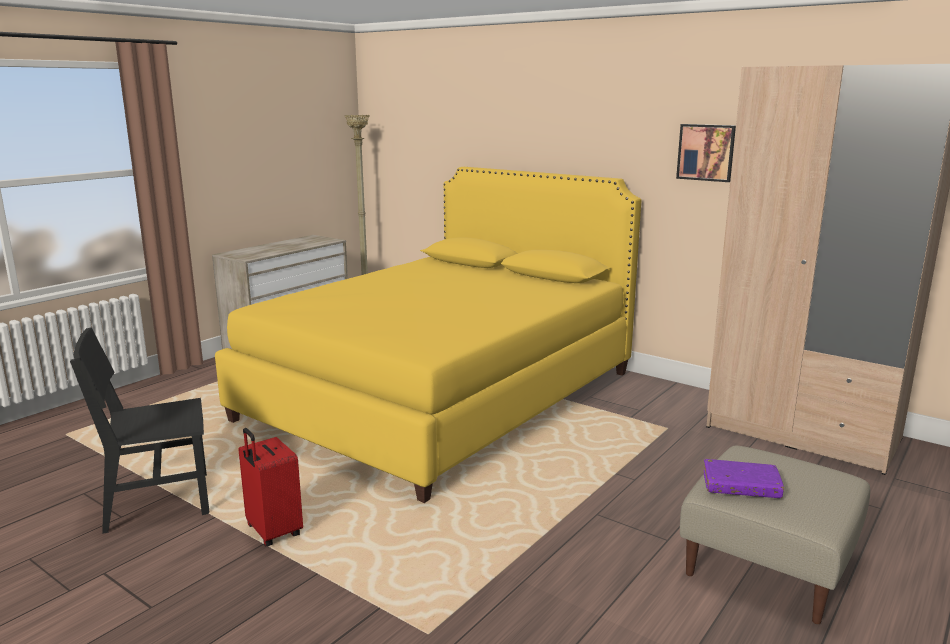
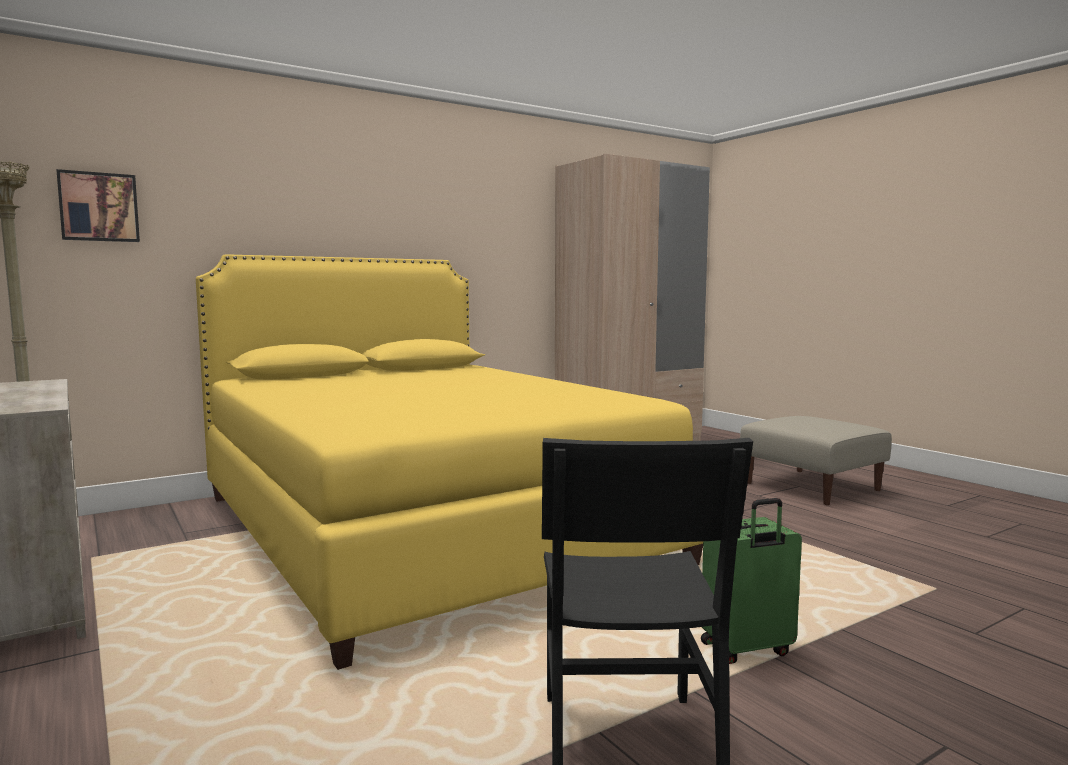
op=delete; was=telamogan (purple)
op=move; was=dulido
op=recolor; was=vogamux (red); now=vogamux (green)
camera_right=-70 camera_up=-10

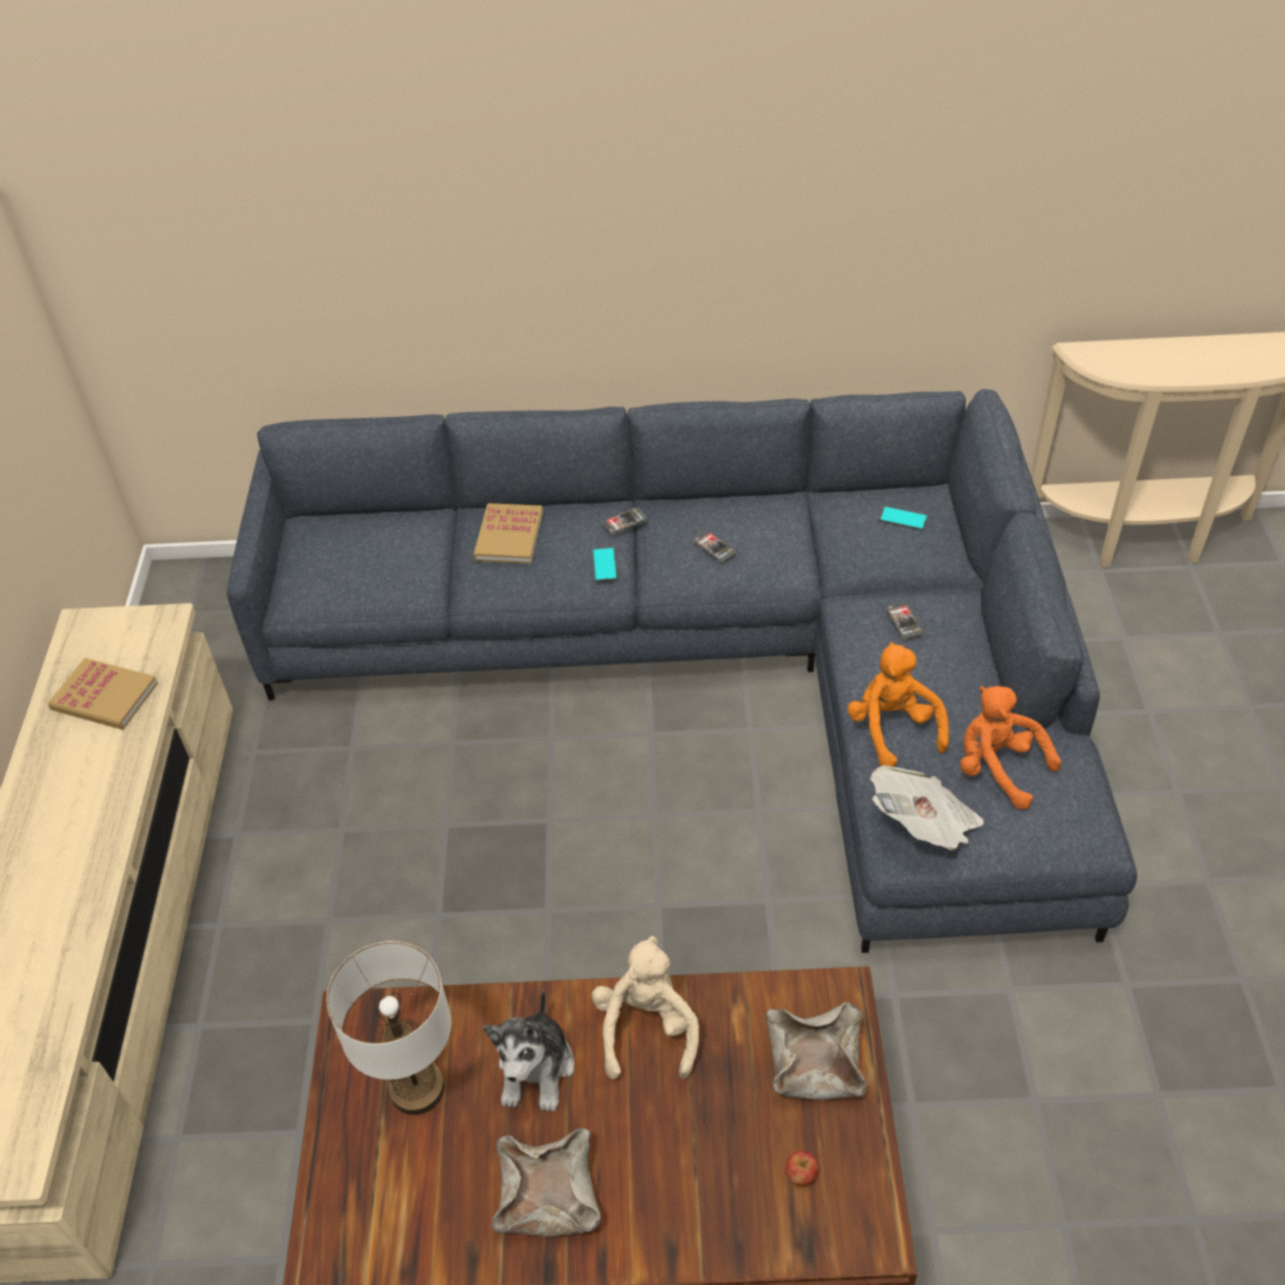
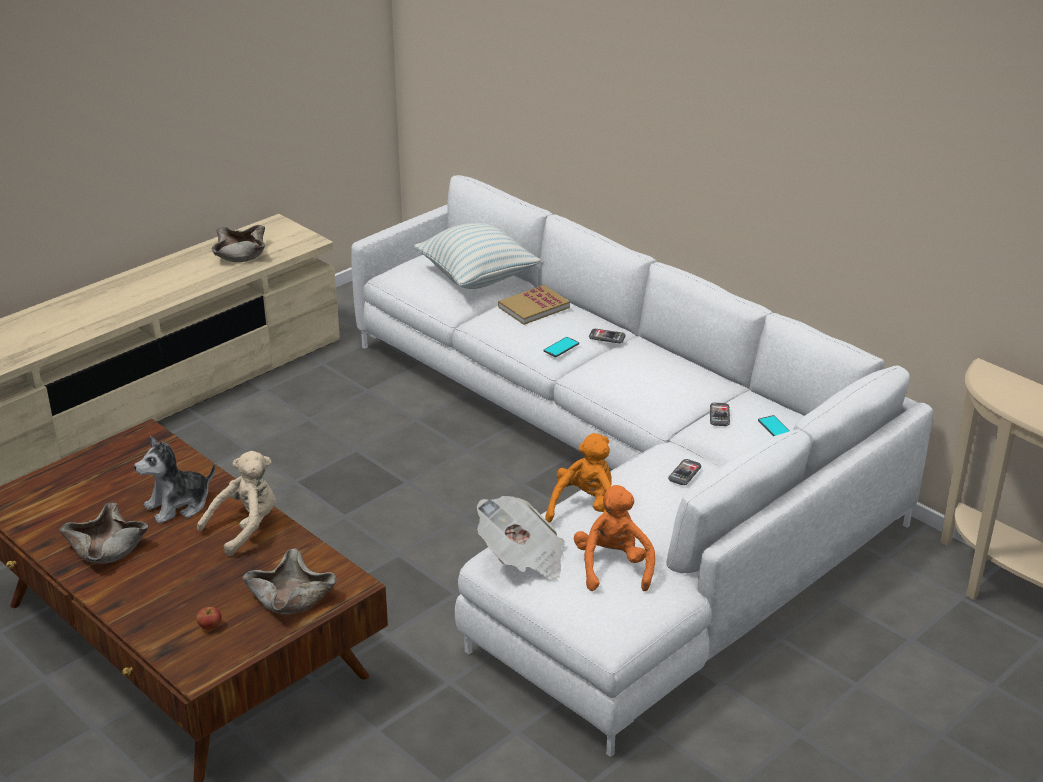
op=delete; was=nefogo
op=insert; now=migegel
op=move; was=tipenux (3rd from left in the first image); now=tipenux (4th from left)
op=replace; was=telamogan (1st from left); now=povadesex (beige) (2nd from left)
op=recolor; was=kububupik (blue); now=kububupik (white)
camera_right=45 camera_up=-15

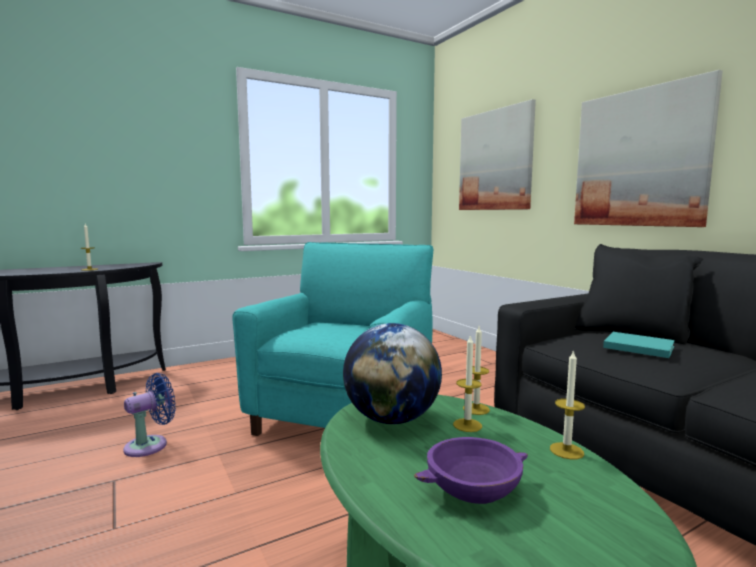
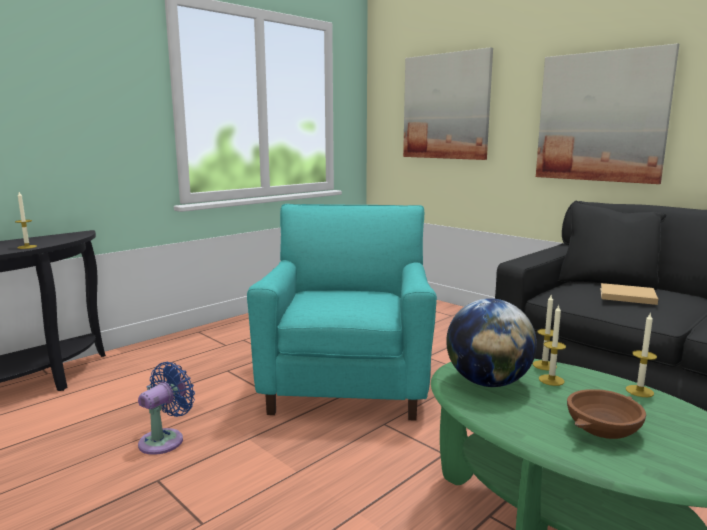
op=recolor; was=povadesex (purple); now=povadesex (brown)
op=recolor; was=telamogan (turquoise); now=telamogan (beige)
camera_right=-15 camera_up=5

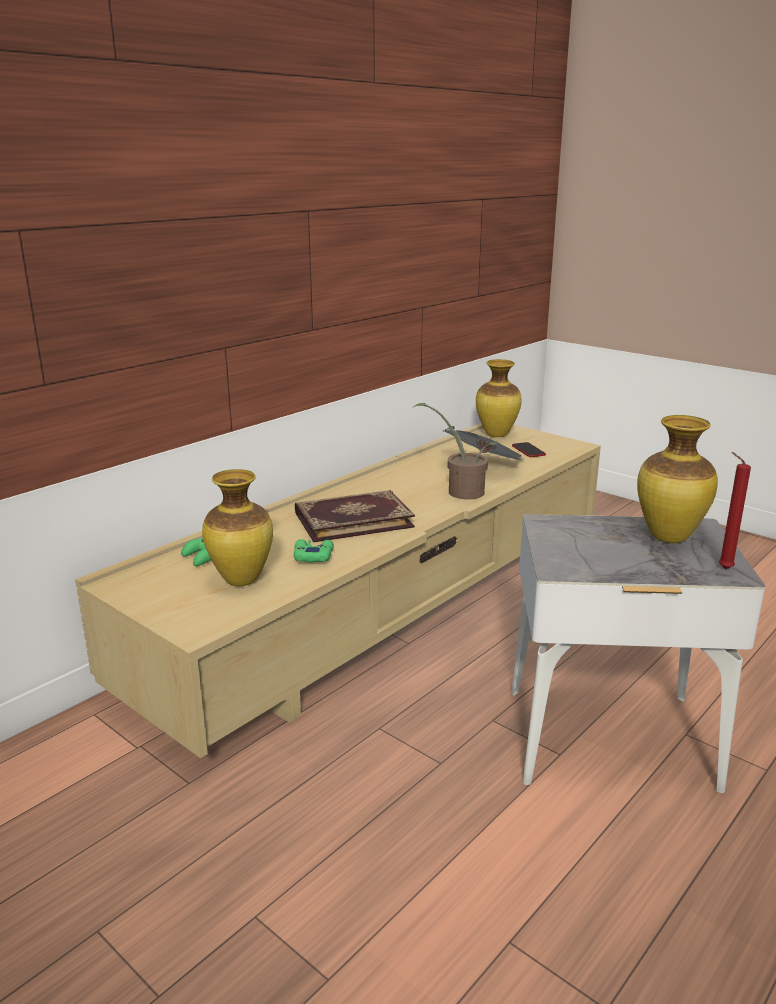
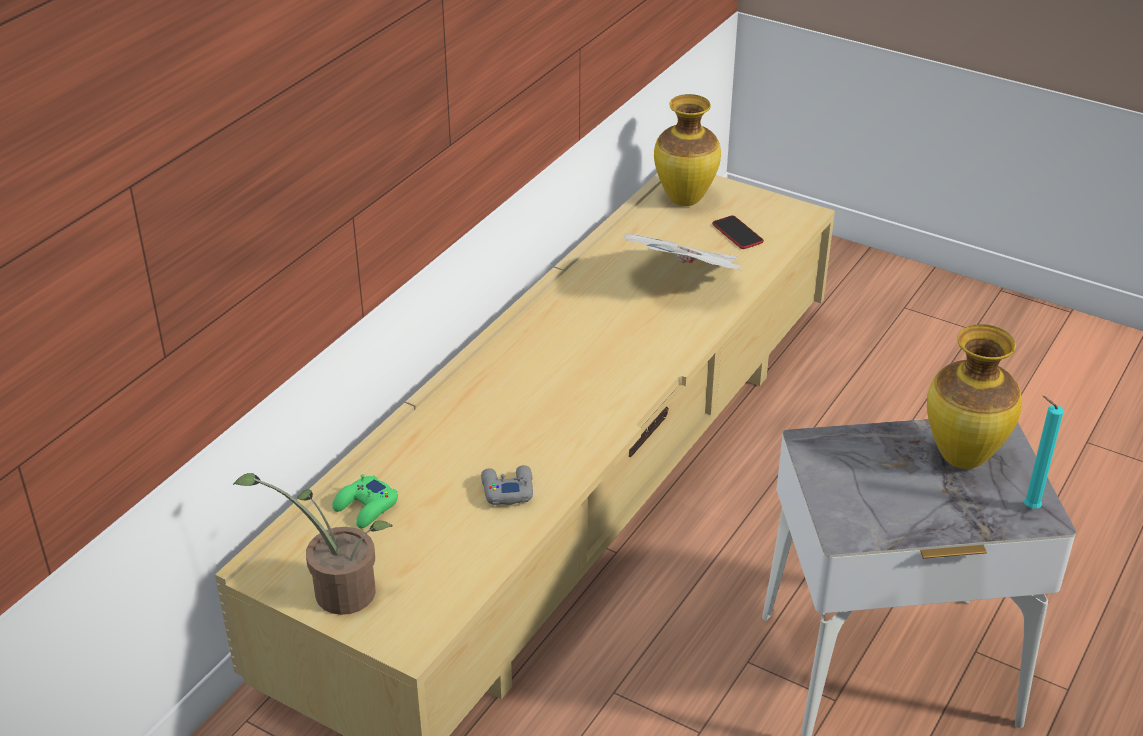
op=delete; was=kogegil (1st from left)
op=delete; was=telamogan
op=move; was=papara
op=recolor; was=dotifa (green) (2nd from left); now=dotifa (grey)
op=recolor; was=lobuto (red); now=lobuto (turquoise)
camera_right=-10 camera_up=15

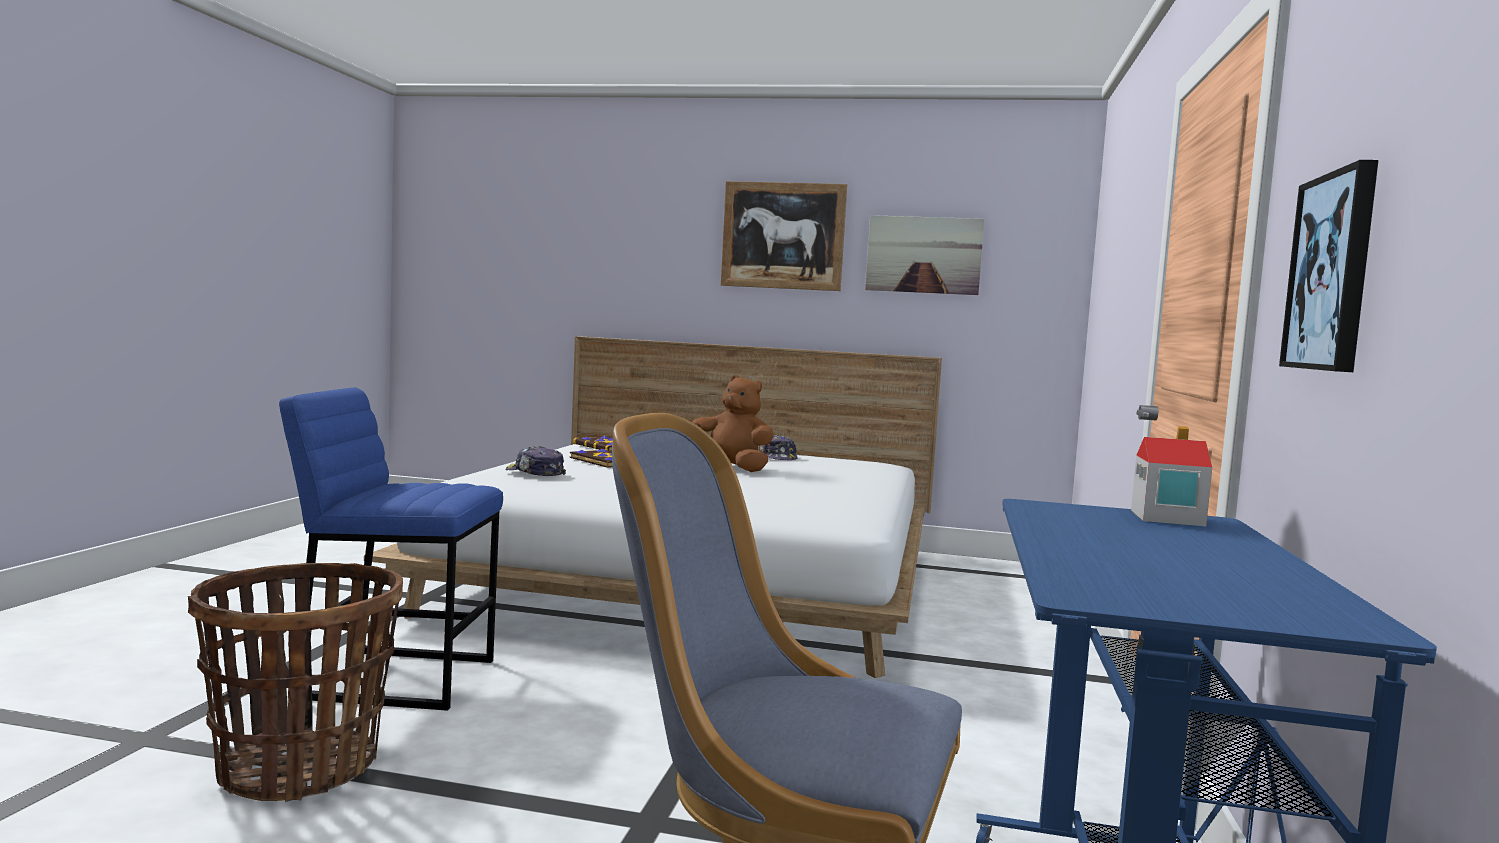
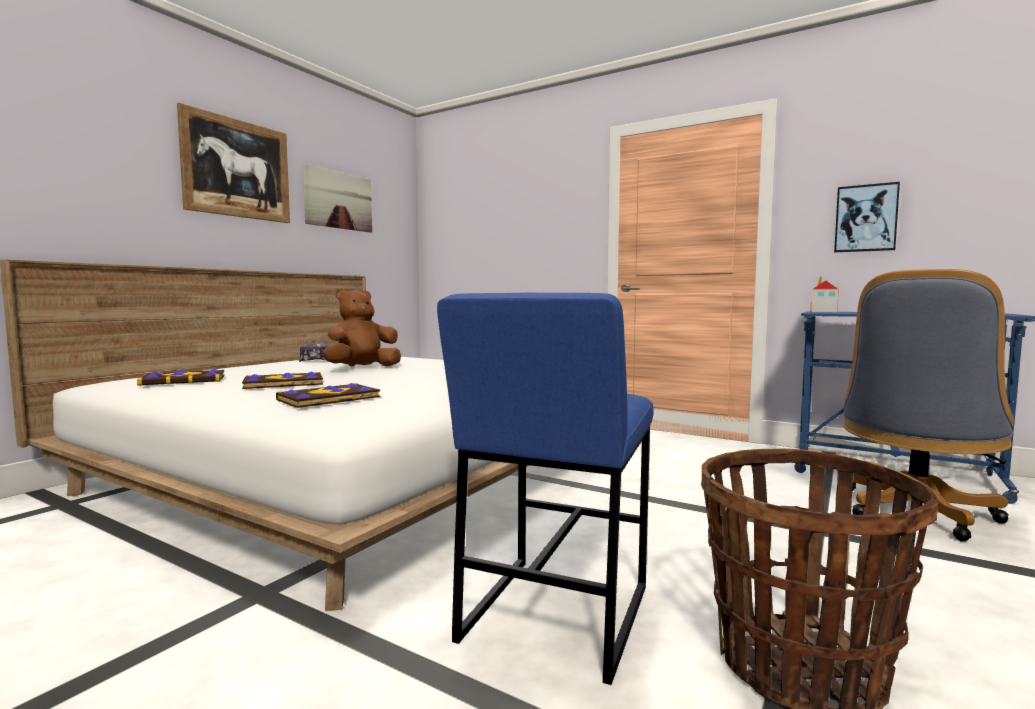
op=replace; was=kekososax (1st from left); now=telamogan (3rd from left)
camera_right=-70 camera_up=0

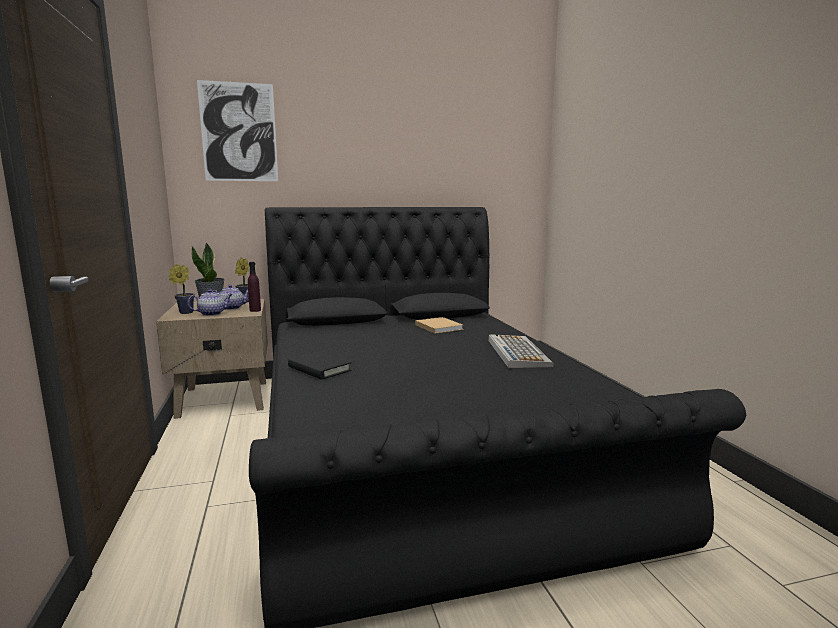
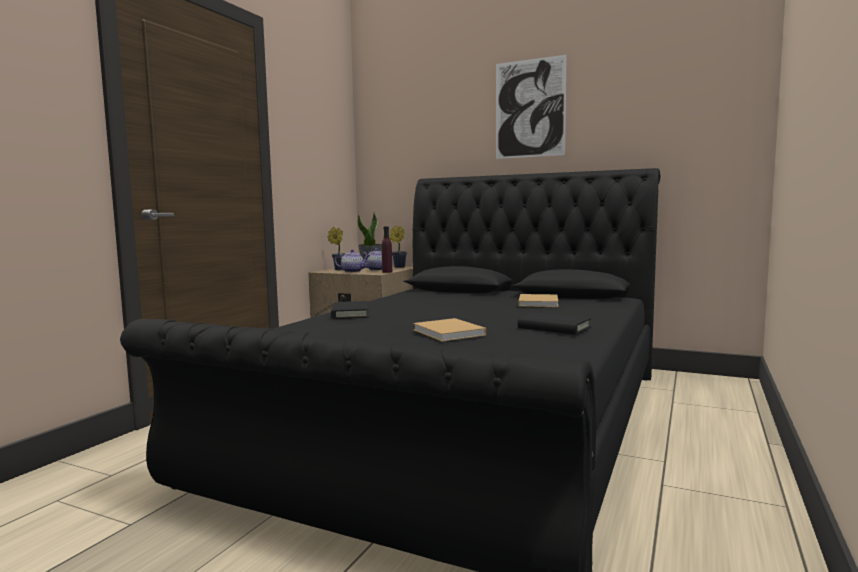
op=insert; now=telamogan (beige) (1st from left)
op=move; was=dulido
op=replace; was=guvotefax; now=telamogan (black) (2nd from left)
camera_right=40 camera_up=-5

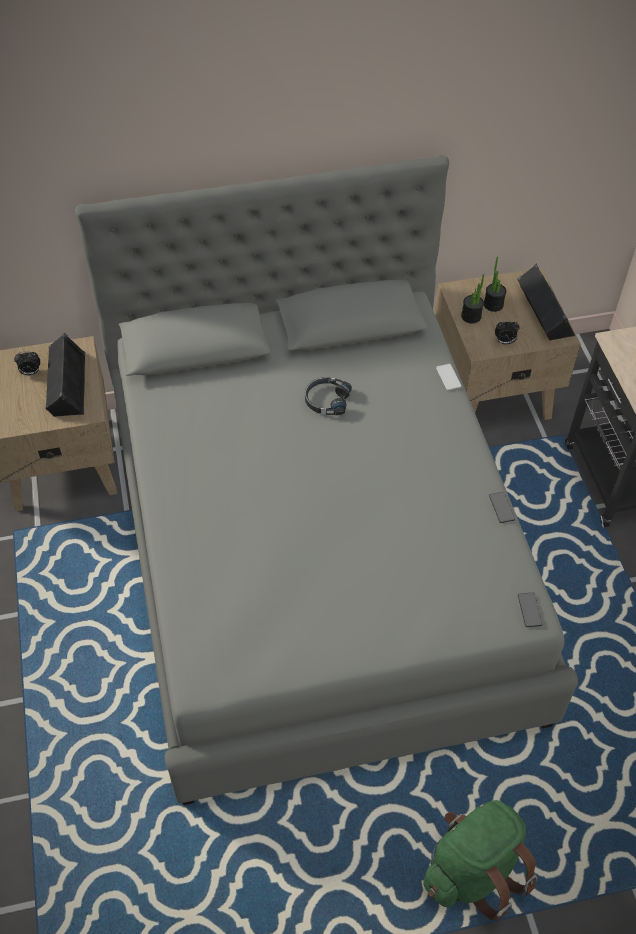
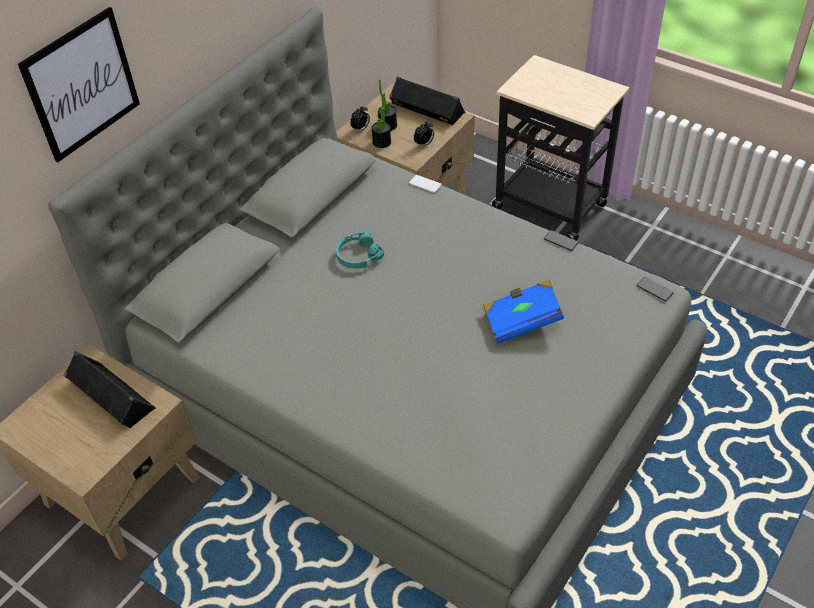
op=delete; was=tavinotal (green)
op=insert; now=dulido
op=insert; now=telamogan (blue)
op=move; was=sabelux (1st from left)
op=recolor; was=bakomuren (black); now=bakomuren (turquoise)
camera_right=-40 camera_up=-5

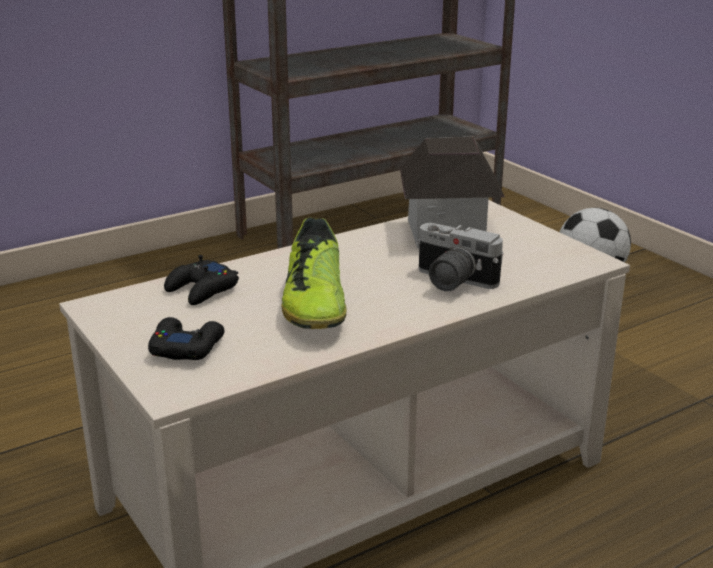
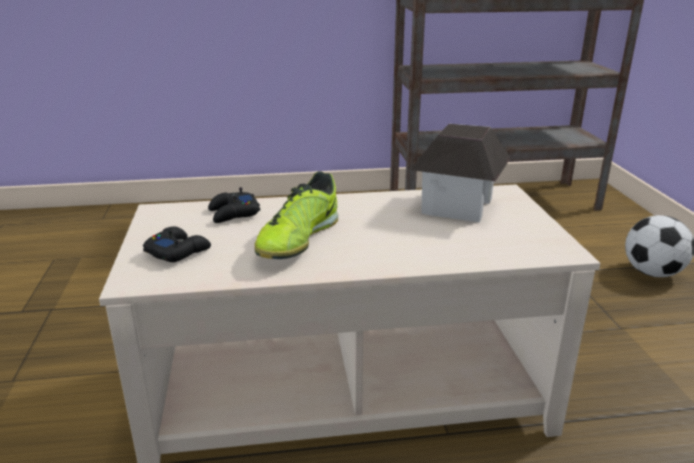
op=delete; was=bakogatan
camera_right=25 camera_up=0

